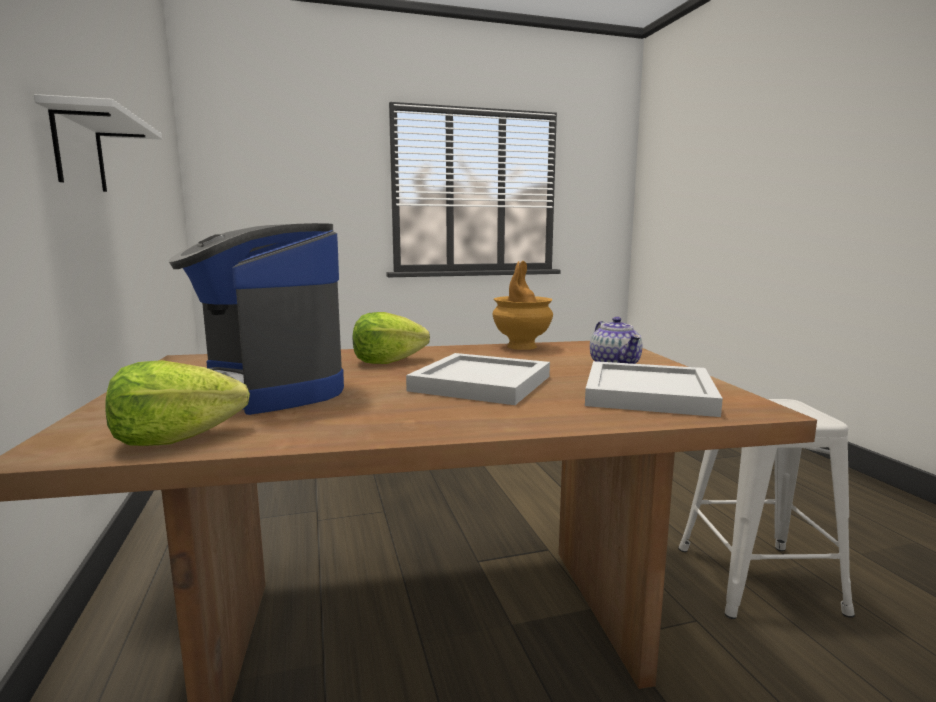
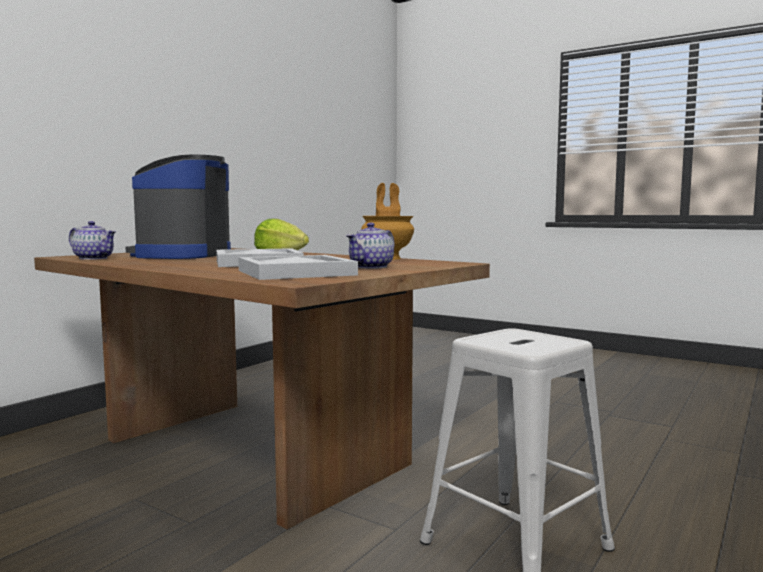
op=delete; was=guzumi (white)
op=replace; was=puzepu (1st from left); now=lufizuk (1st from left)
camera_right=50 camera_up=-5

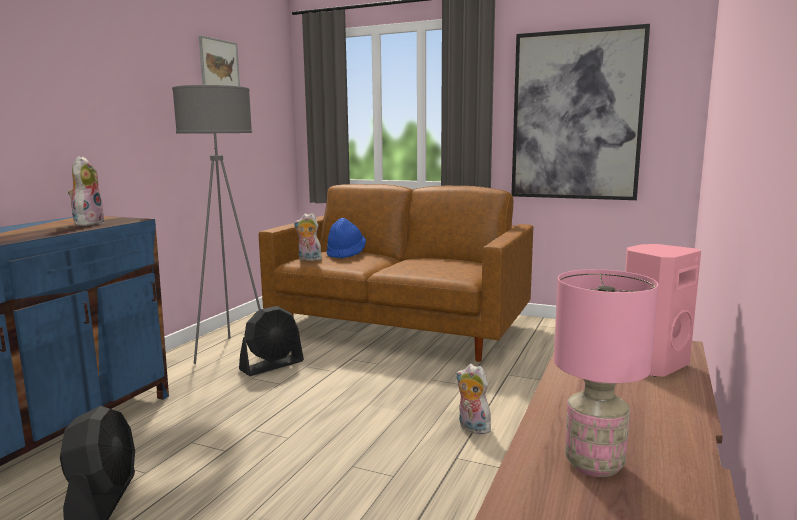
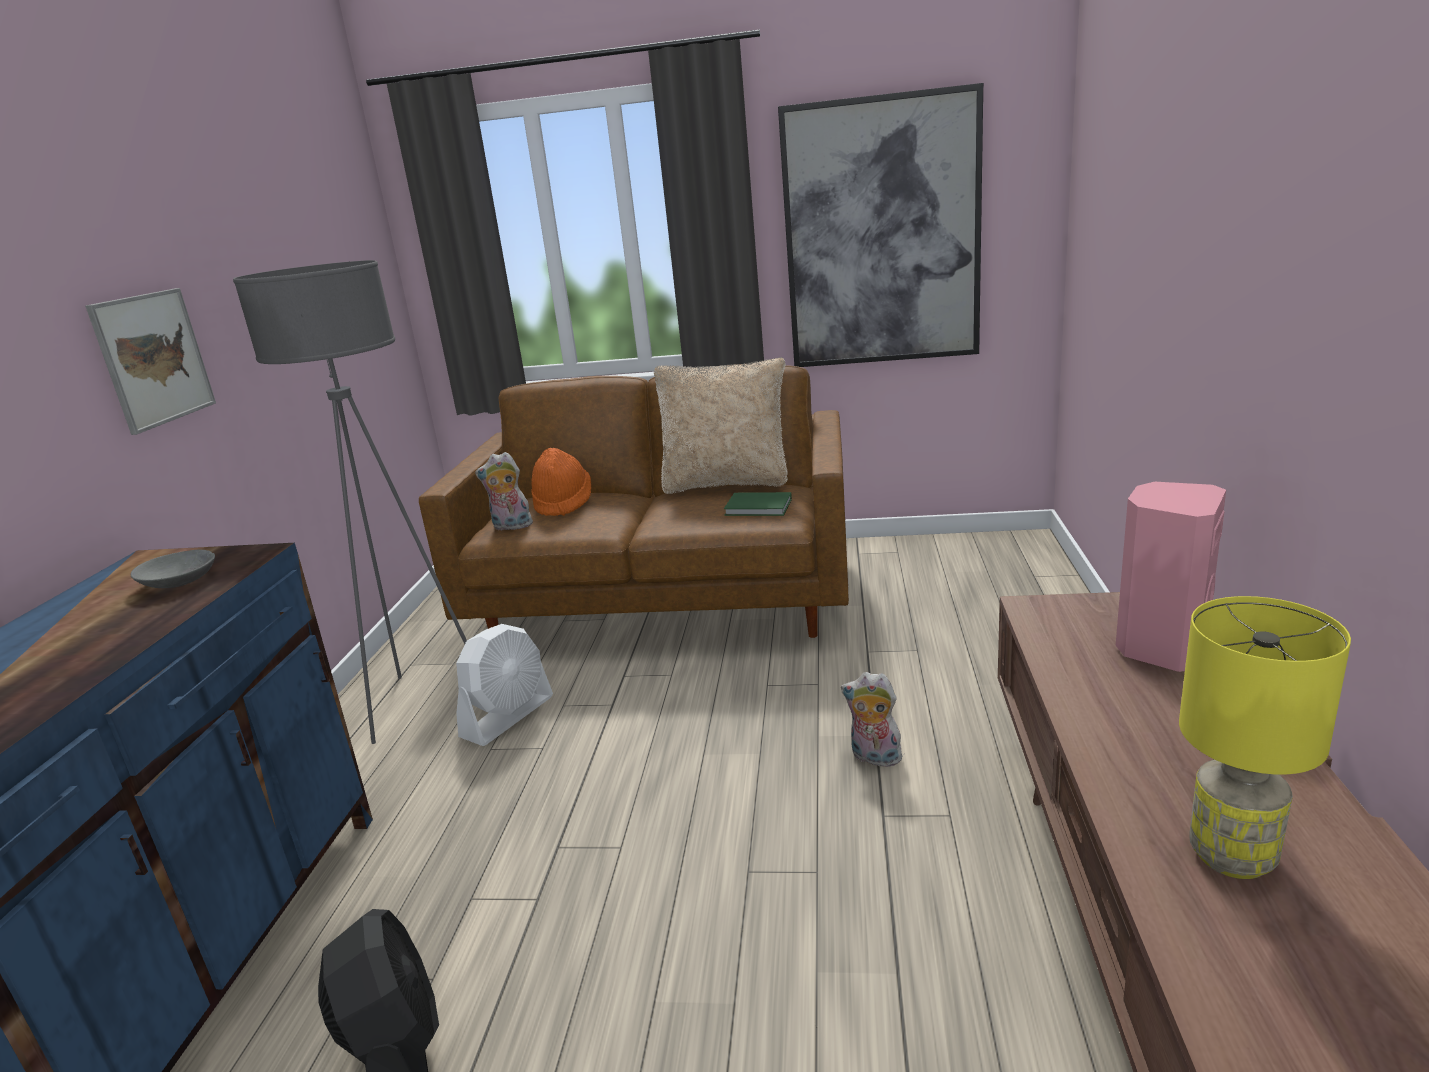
op=insert; now=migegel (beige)
op=insert; now=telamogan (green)
op=move; was=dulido (1st from left)
op=replace; was=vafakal (1st from left); now=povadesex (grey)
op=recolor; was=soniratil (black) (2nd from left); now=soniratil (white)
op=recolor; was=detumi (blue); now=detumi (orange)
op=recolor; was=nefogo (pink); now=nefogo (yellow)
camera_right=-15 camera_up=10

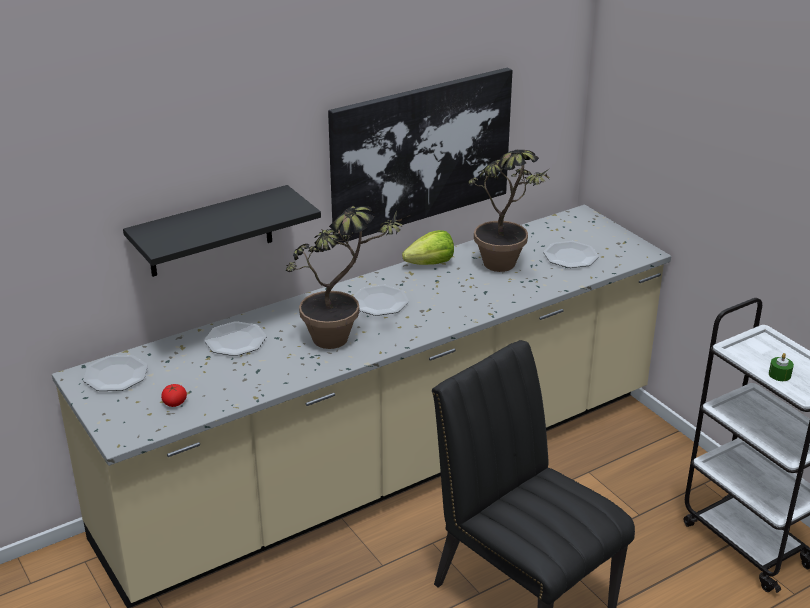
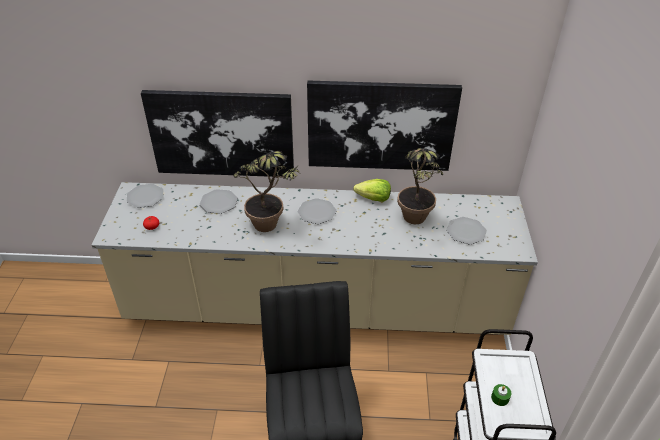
op=replace; was=guzumi (black); now=dulido (1st from left)
camera_right=35 camera_up=10

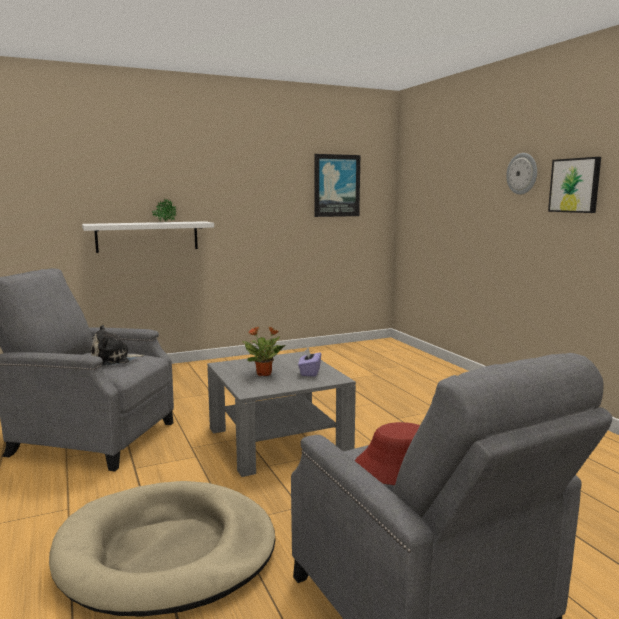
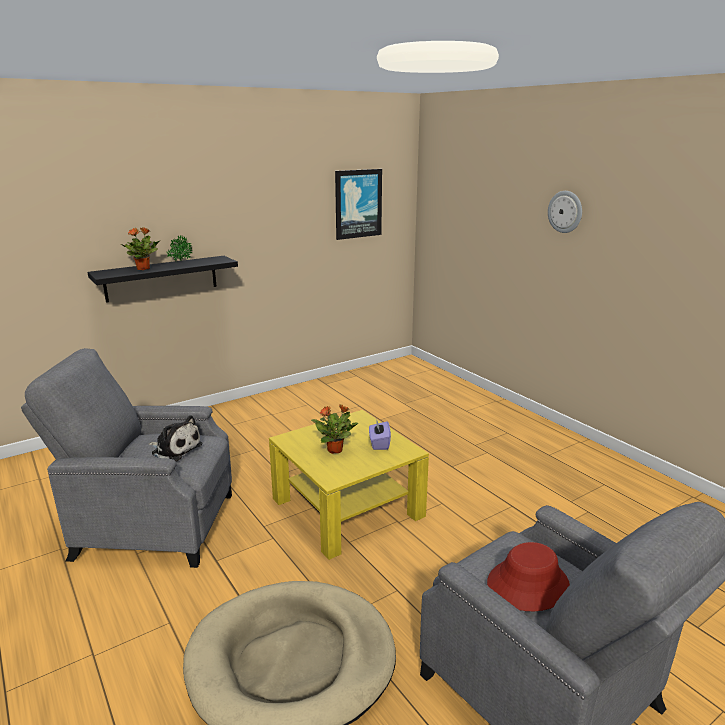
op=delete; was=dulido (2nd from left)
op=insert; now=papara (1st from left)
op=recolor; was=guzumi (white); now=guzumi (black)
op=recolor; was=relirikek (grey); now=relirikek (yellow)
op=rotate; was=vafakal; clockwise=-120
camera_right=-10 camera_up=10

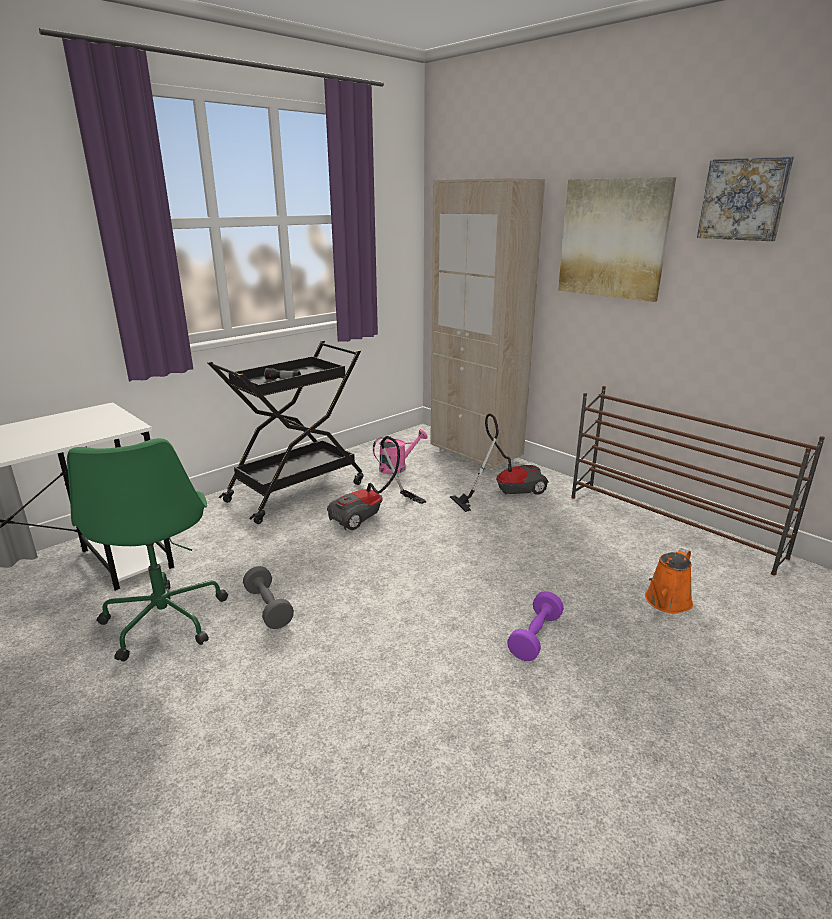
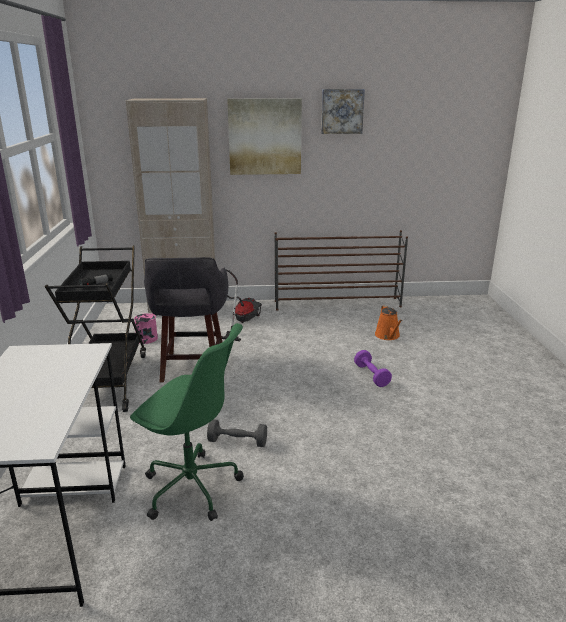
op=replace; was=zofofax (1st from left); now=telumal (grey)
camera_right=-50 camera_up=0

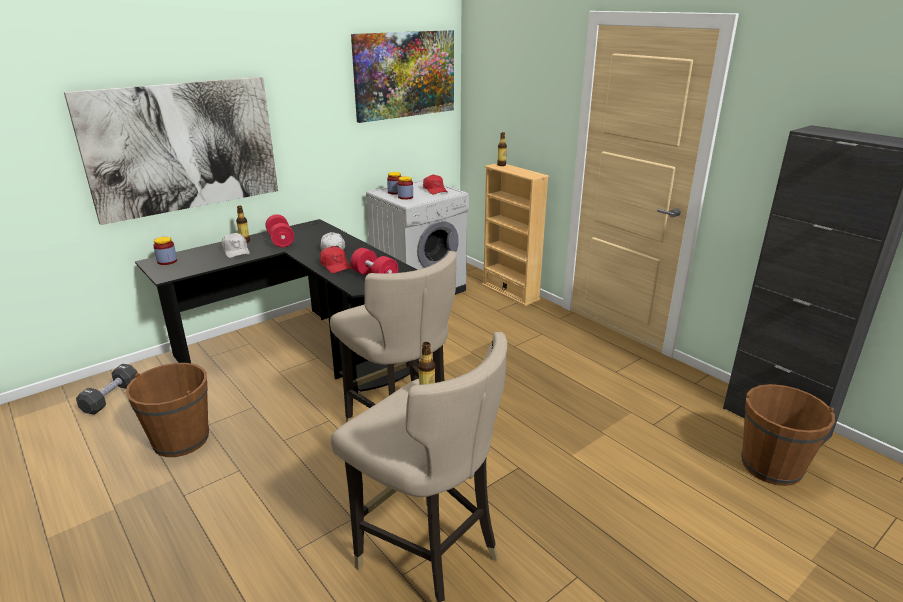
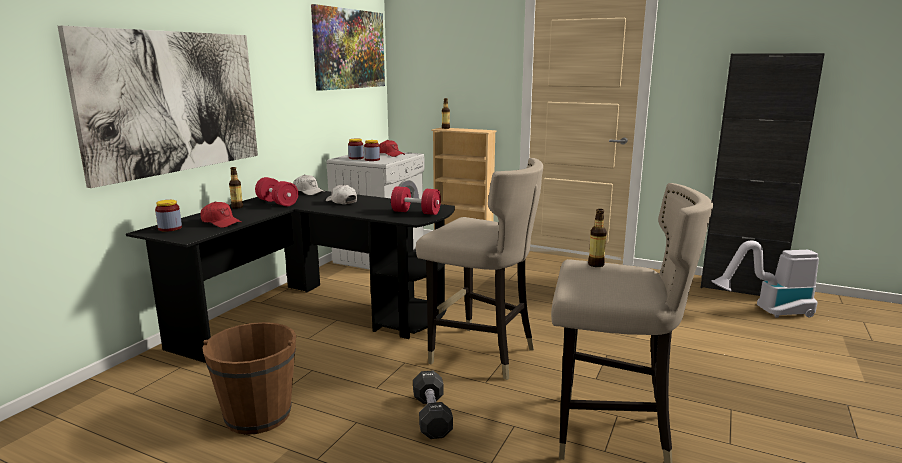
op=move; was=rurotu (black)
op=move; was=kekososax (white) (1st from left)
op=move; was=kekososax (red) (1st from left)
op=replace; was=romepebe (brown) (2nd from left); now=zofofax
camera_right=-25 camera_up=-10

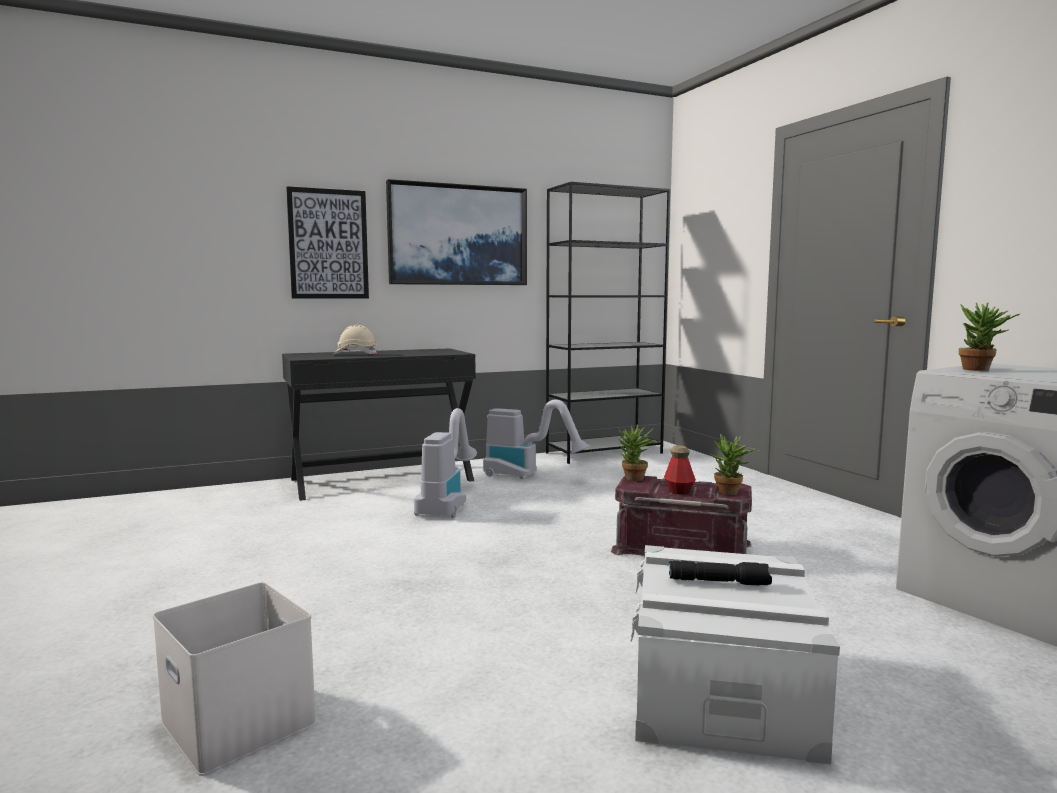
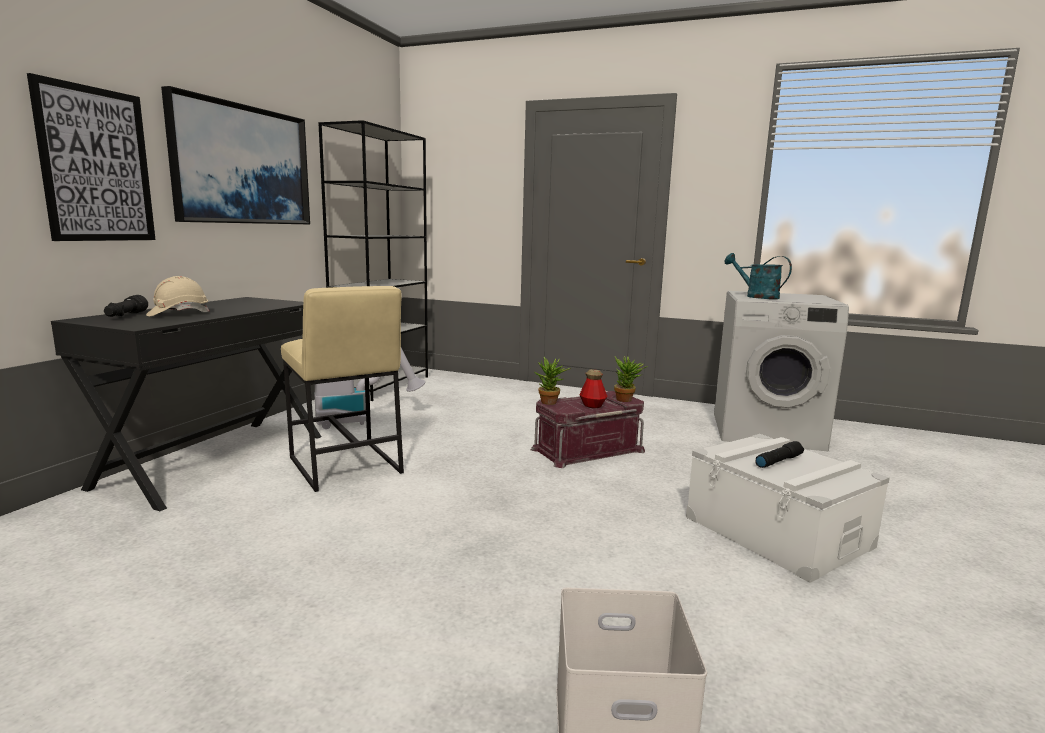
op=insert; now=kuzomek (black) (1st from left)
op=replace; was=zofofax (1st from left); now=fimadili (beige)
op=replace; was=papara (3rd from left); now=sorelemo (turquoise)
camera_right=-45 camera_up=5

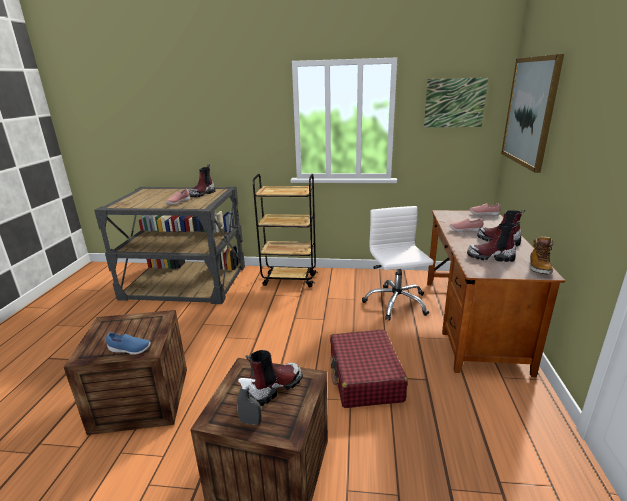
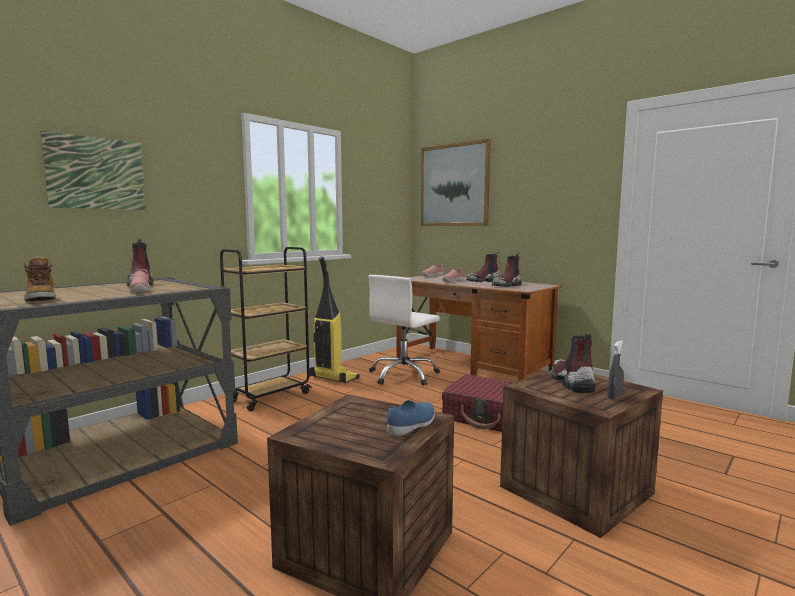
op=insert; now=zofofax
op=move; was=dulido (1st from left)
op=move; was=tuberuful (5th from left in the first image); now=tuberuful (1st from left)
op=rotate; was=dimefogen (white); clockwise=-75
camera_right=-55 camera_up=-15

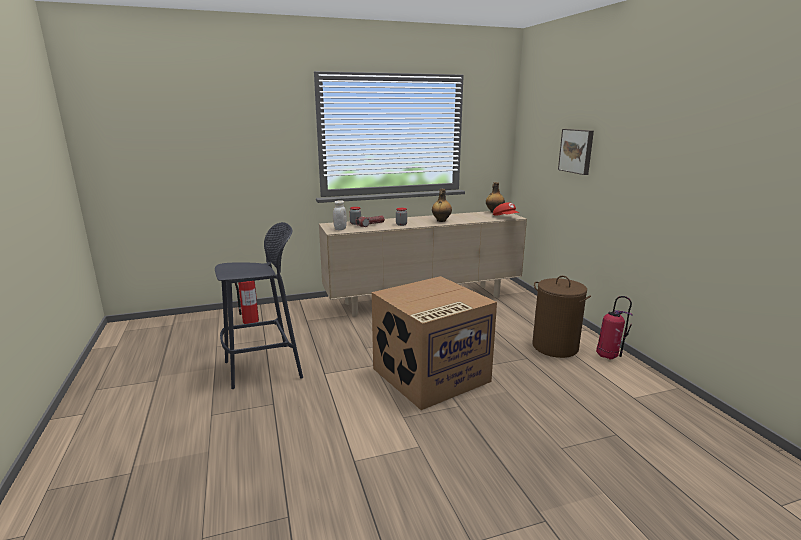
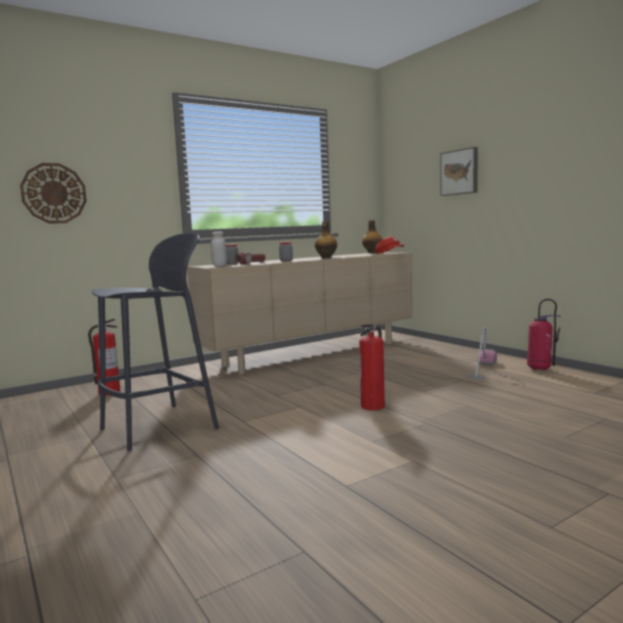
op=insert; now=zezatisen
op=replace; was=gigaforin; now=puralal (2nd from left)
op=replace; was=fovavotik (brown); now=zofofax
camera_right=-15 camera_up=-10

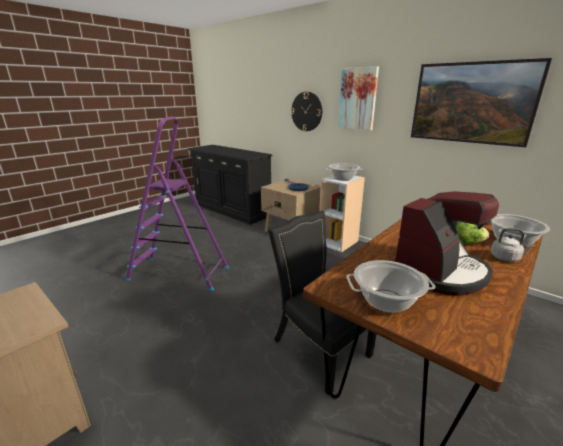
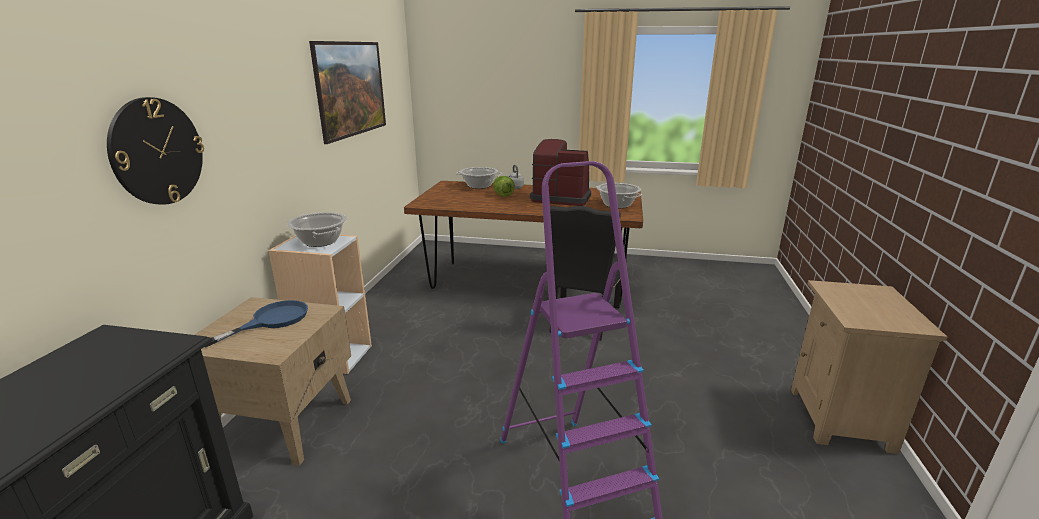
op=delete; was=dulido (1st from left)
camera_right=-120 camera_up=0

